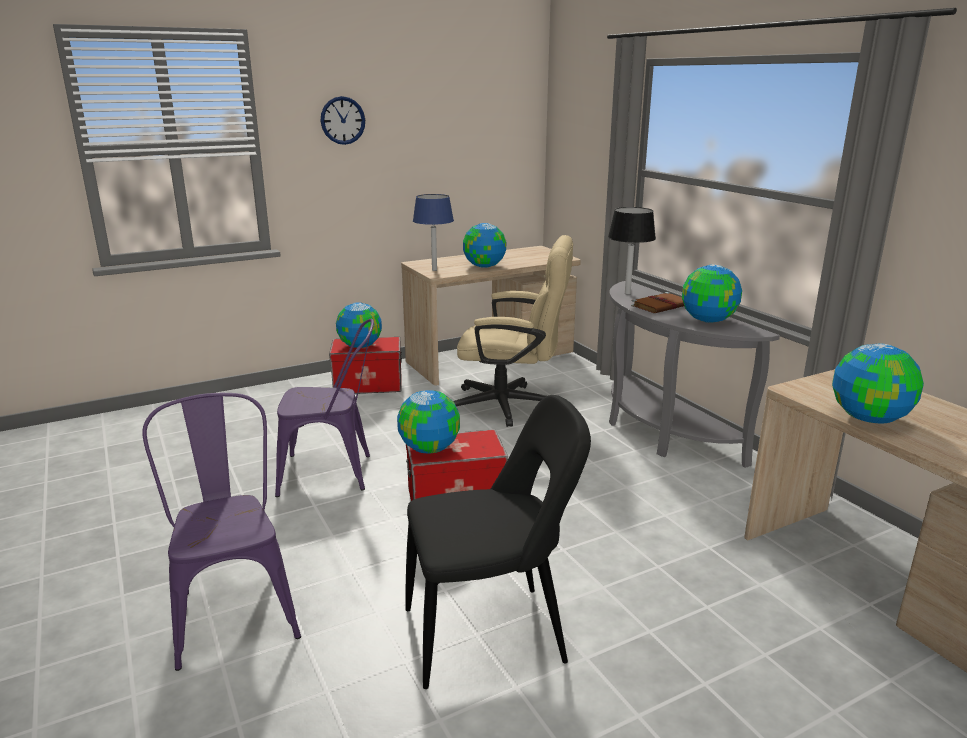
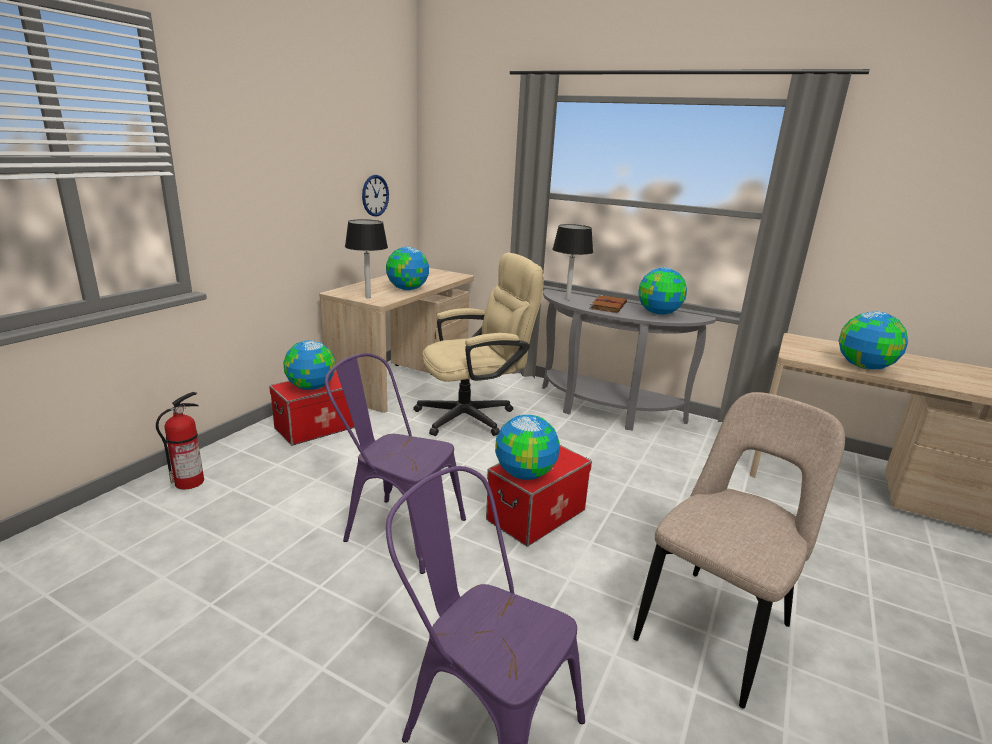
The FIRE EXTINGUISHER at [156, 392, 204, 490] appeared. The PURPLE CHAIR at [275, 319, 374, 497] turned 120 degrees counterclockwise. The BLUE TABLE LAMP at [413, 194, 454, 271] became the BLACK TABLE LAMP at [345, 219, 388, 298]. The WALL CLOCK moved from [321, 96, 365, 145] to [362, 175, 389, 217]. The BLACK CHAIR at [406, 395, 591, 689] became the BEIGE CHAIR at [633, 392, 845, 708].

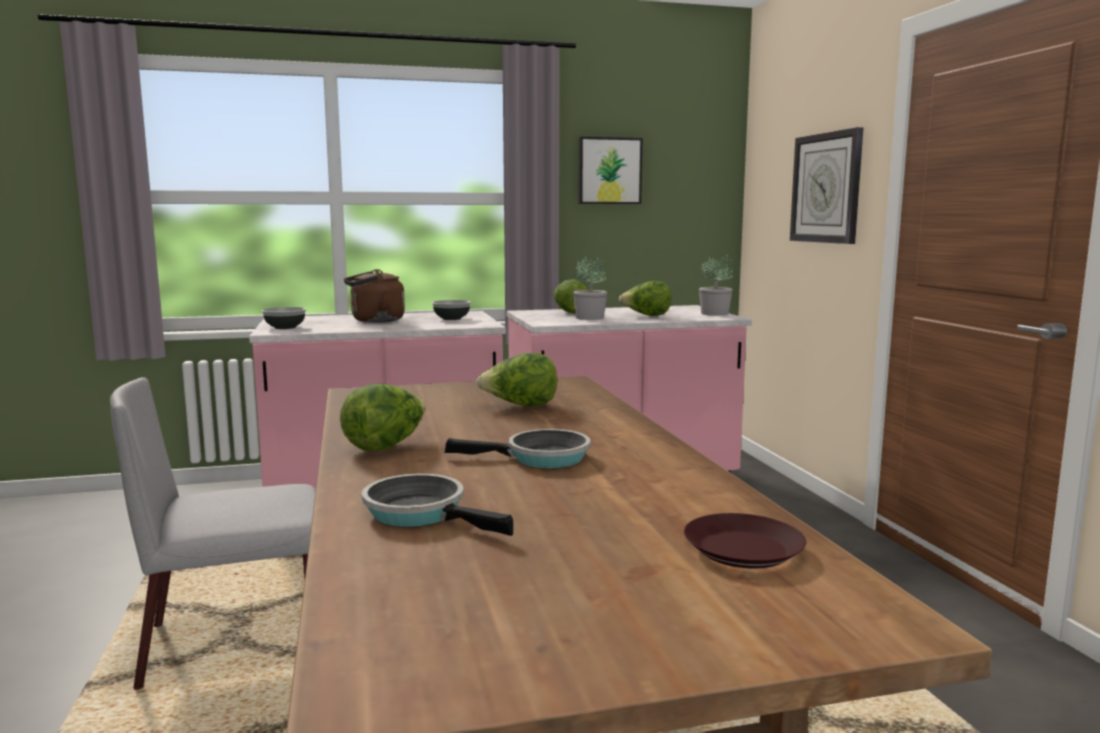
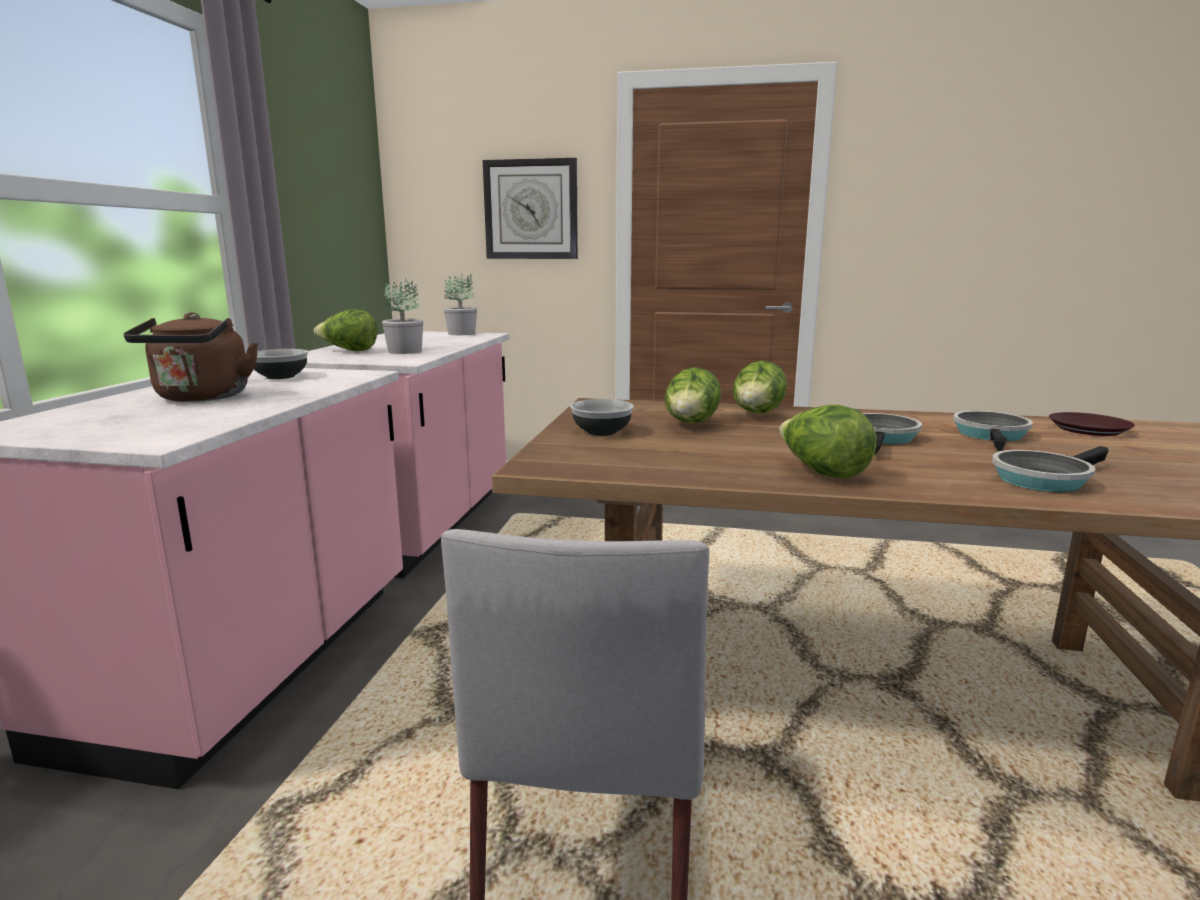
The BOWL moved from [262, 307, 306, 329] to [570, 399, 634, 436]. The LETTUCE moved from [619, 281, 671, 316] to [733, 361, 787, 413]. The FRYING PAN at [953, 411, 1033, 451] appeared. The PICTURE at [578, 137, 643, 204] disappeared.

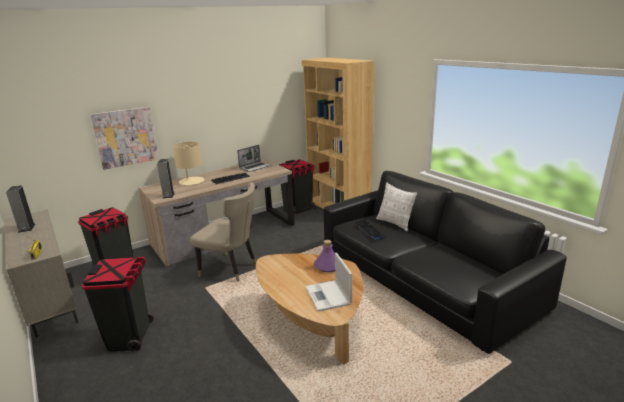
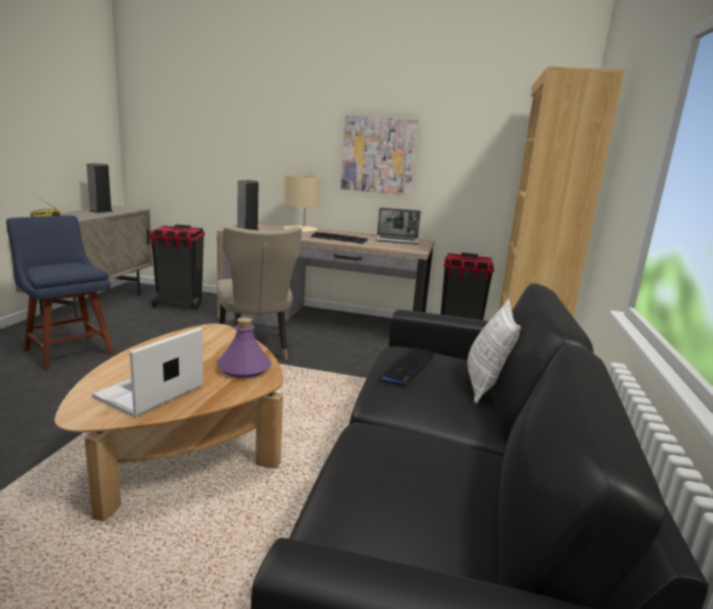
The BLACK TRASH CAN at [82, 257, 154, 352] was replaced by the BLUE CHAIR at [6, 215, 114, 371]. The PICTURE moved from [90, 107, 159, 170] to [341, 115, 418, 195].

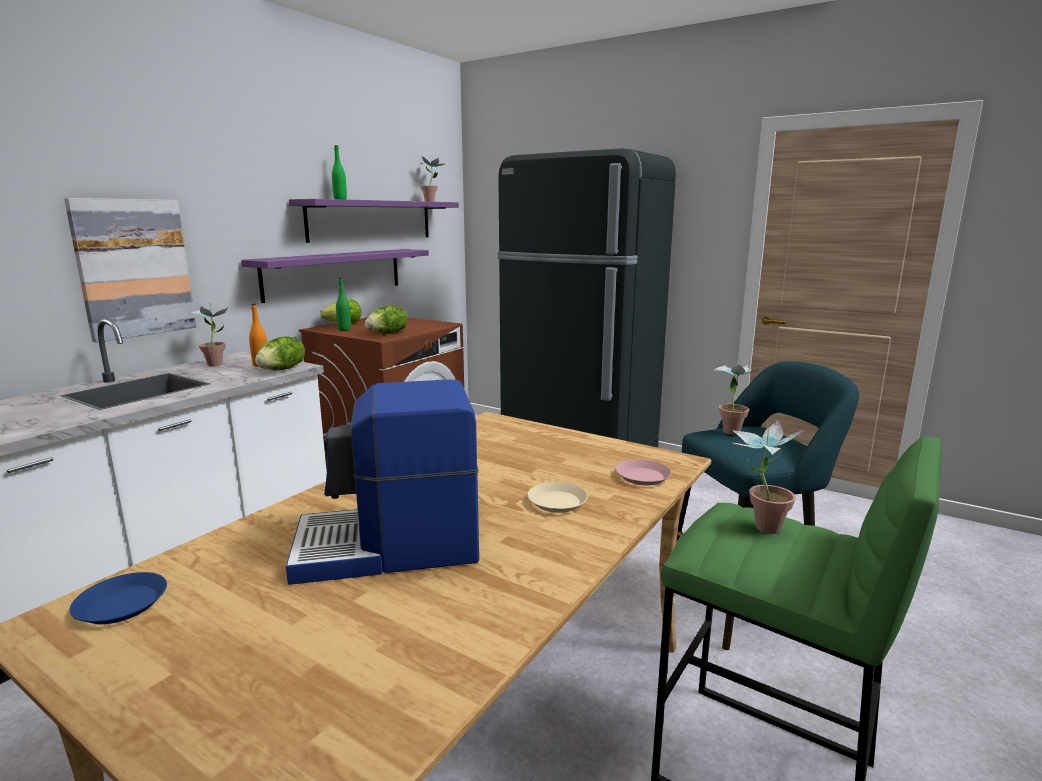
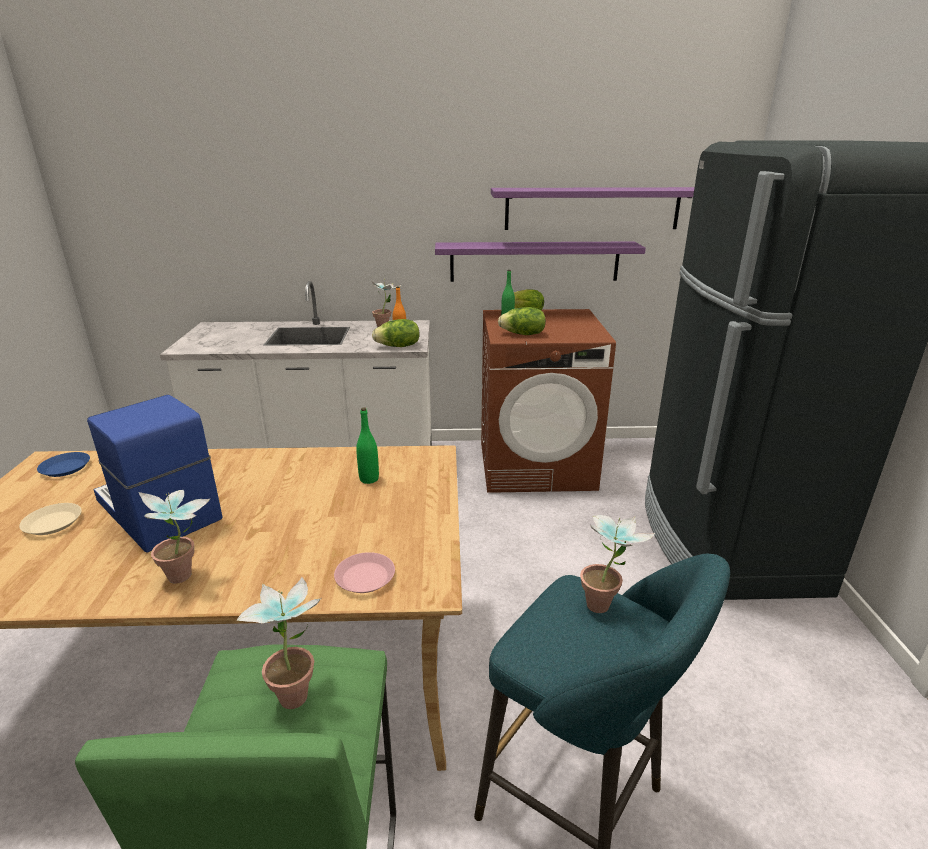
The BEIGE PLATE moved from [527, 482, 588, 513] to [19, 503, 82, 535]. The POTTED PLANT moved from [421, 156, 445, 202] to [139, 489, 211, 584]. The GREEN BOTTLE moved from [332, 145, 347, 199] to [356, 407, 379, 484]. The PICTURE at [64, 198, 196, 343] disappeared.

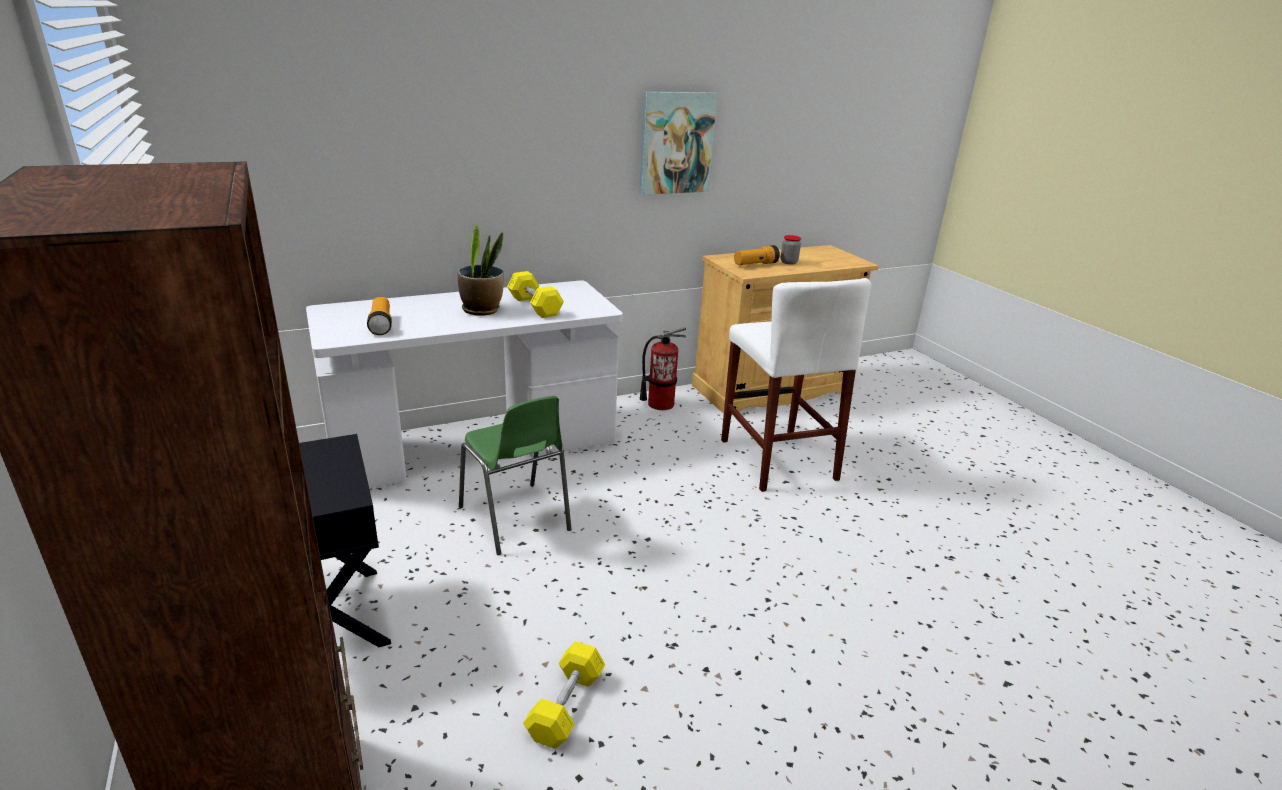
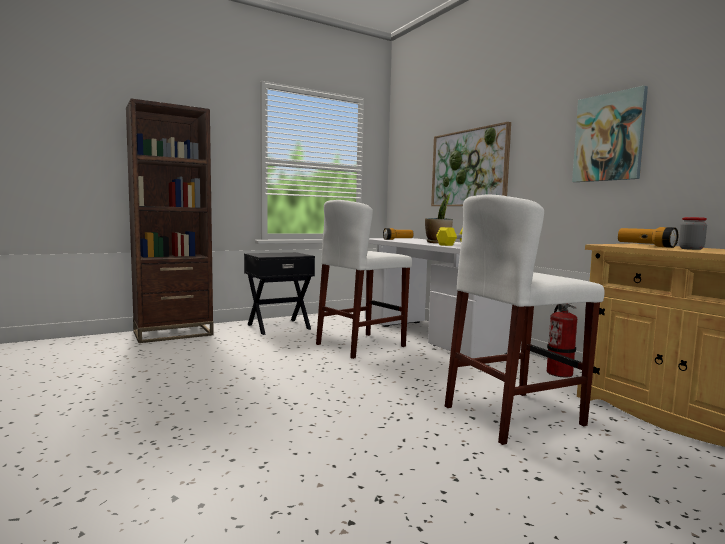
The GREEN CHAIR at [459, 396, 571, 555] was replaced by the WHITE STOOL at [316, 200, 412, 359]. The PICTURE at [431, 122, 511, 206] appeared. The YELLOW DUMBBELL at [523, 641, 605, 749] disappeared.

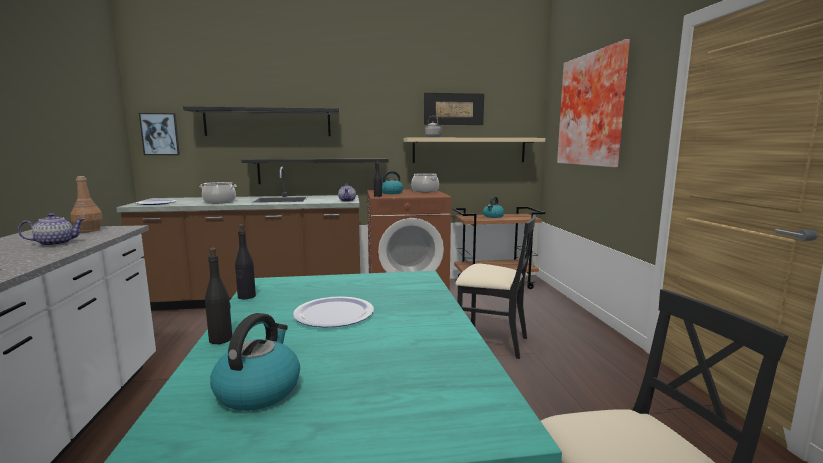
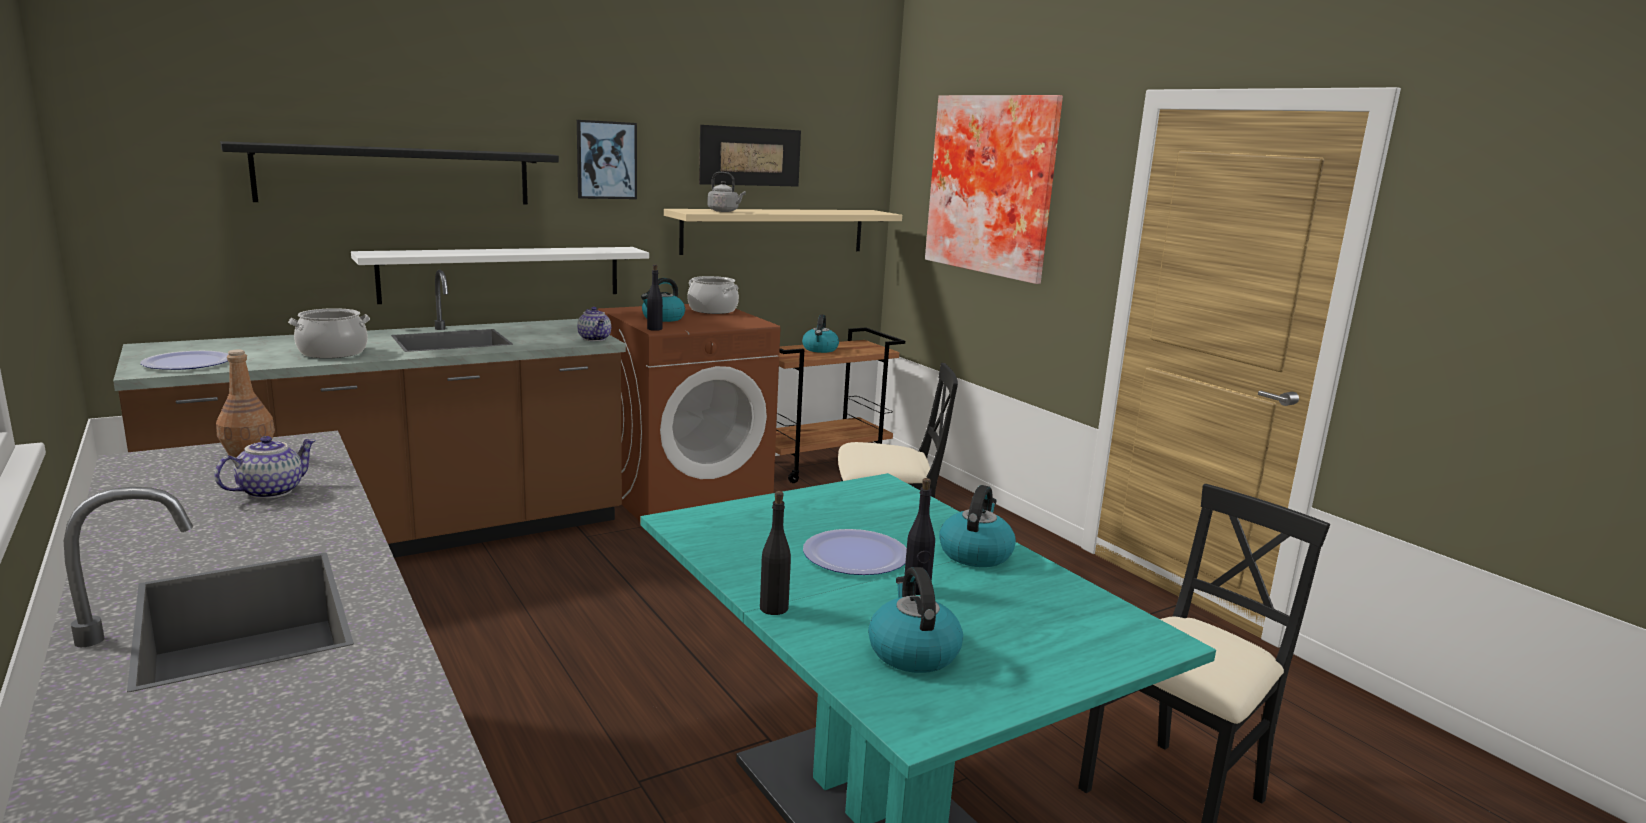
The BLACK SHELF at [241, 158, 389, 184] became the WHITE SHELF at [351, 247, 649, 304]. The PICTURE moved from [139, 113, 180, 155] to [577, 120, 637, 199]. The BLACK BOTTLE moved from [235, 224, 256, 299] to [904, 478, 935, 595]. The KETTLE at [939, 485, 1016, 567] appeared.

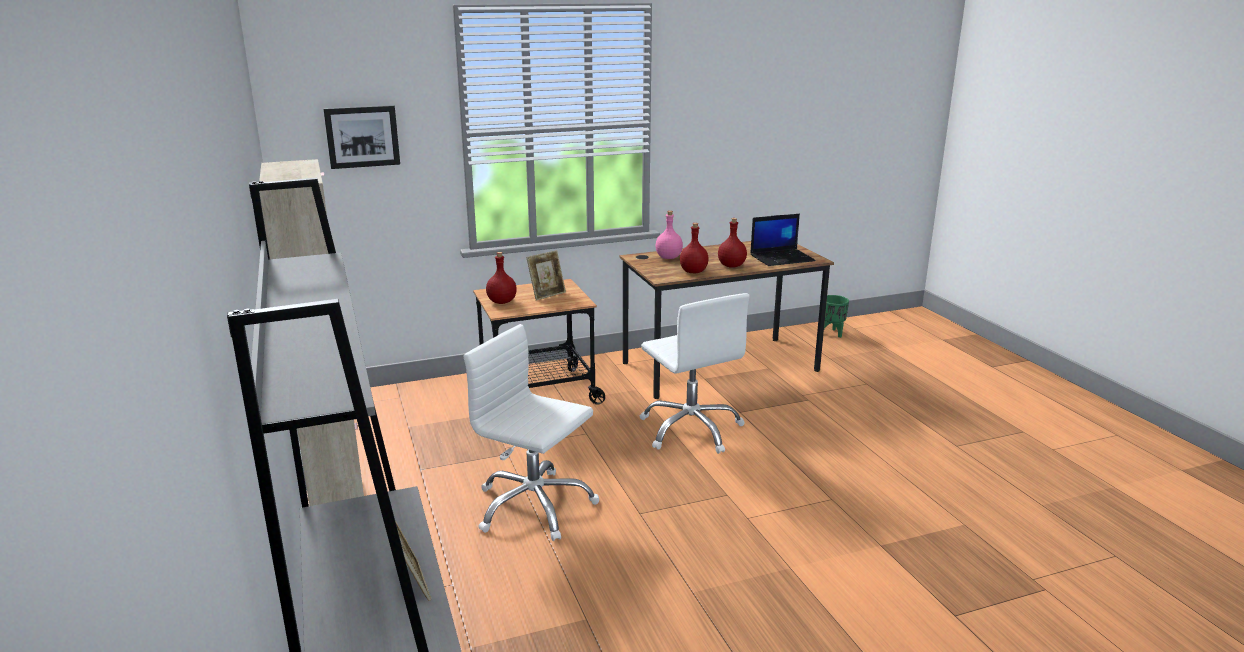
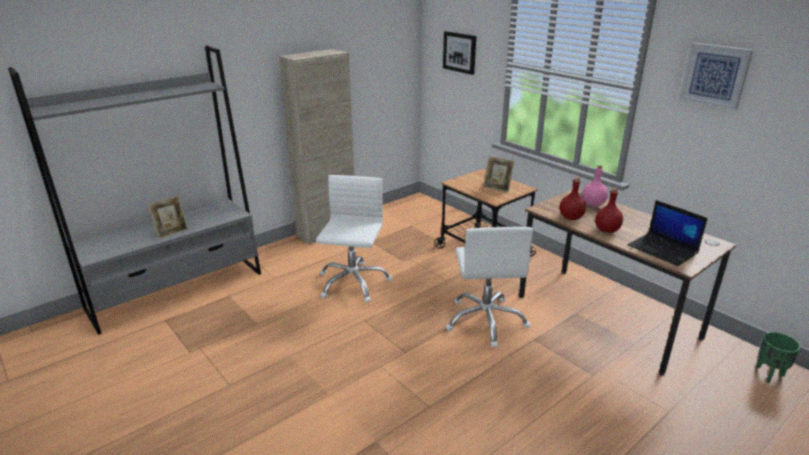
The WHITE OFFICE CHAIR at [640, 293, 750, 454] turned 45 degrees counterclockwise. The PICTURE at [679, 42, 753, 110] appeared. The RED BOTTLE at [486, 252, 517, 304] disappeared.

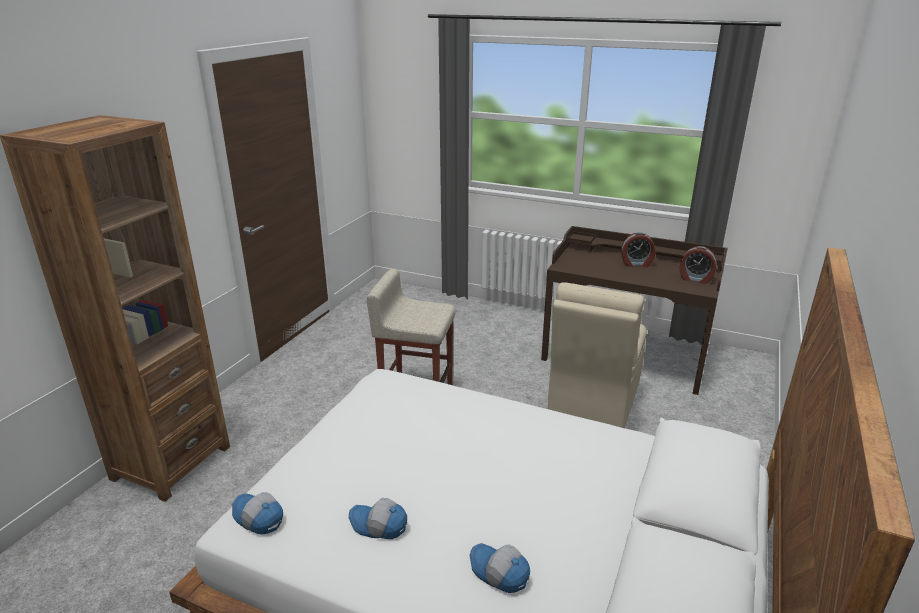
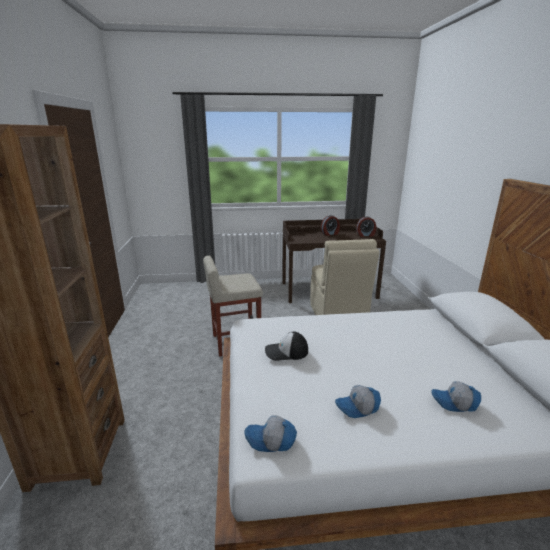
The CAP at [265, 332, 308, 361] appeared.

